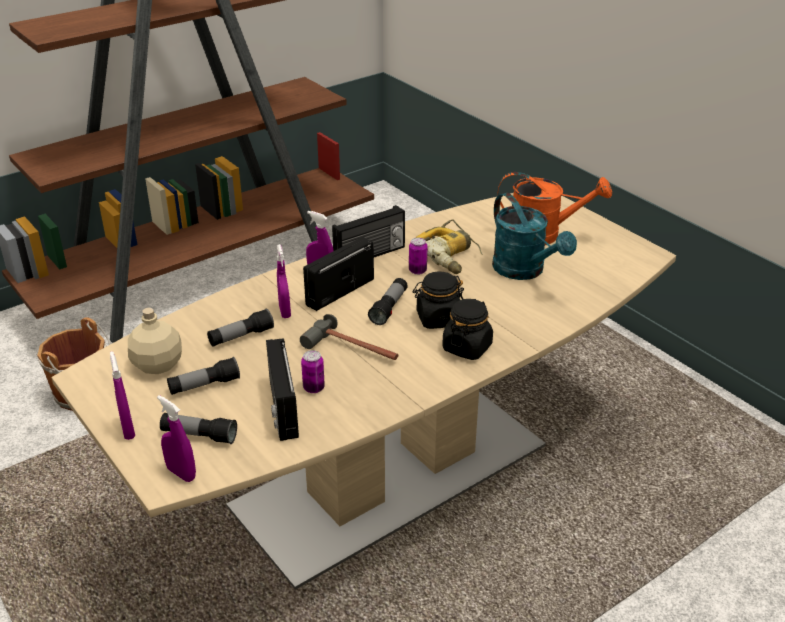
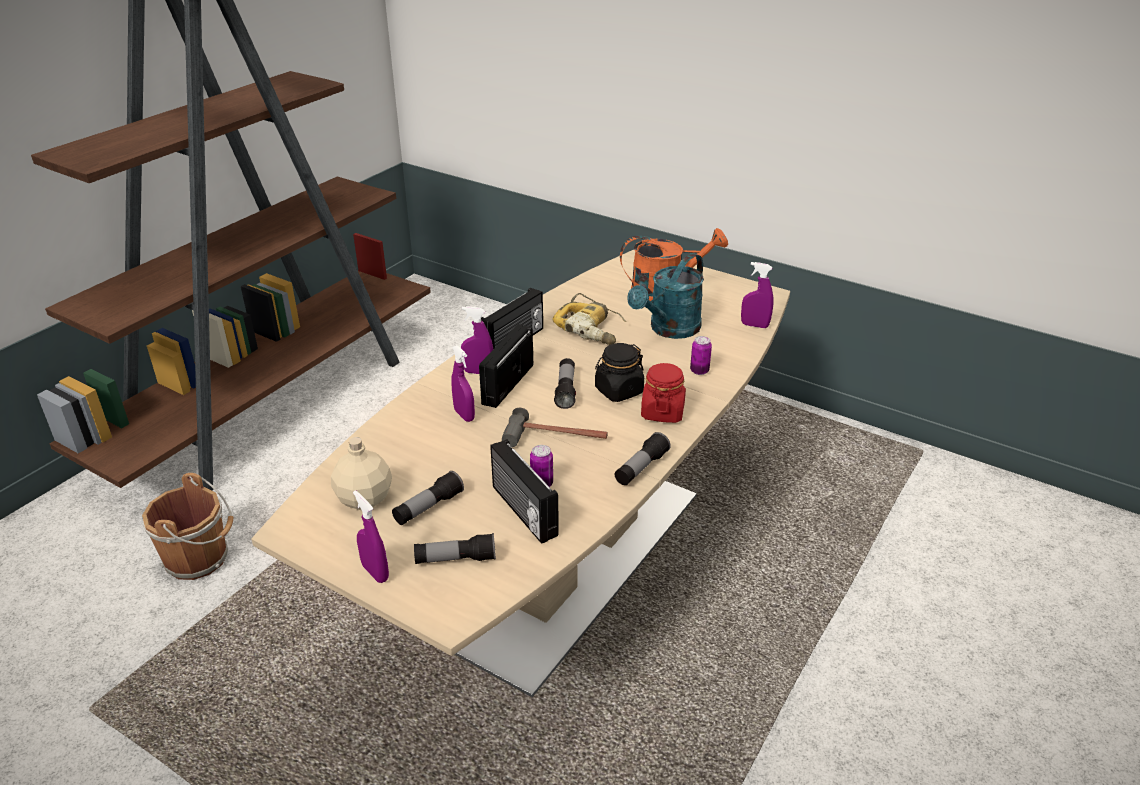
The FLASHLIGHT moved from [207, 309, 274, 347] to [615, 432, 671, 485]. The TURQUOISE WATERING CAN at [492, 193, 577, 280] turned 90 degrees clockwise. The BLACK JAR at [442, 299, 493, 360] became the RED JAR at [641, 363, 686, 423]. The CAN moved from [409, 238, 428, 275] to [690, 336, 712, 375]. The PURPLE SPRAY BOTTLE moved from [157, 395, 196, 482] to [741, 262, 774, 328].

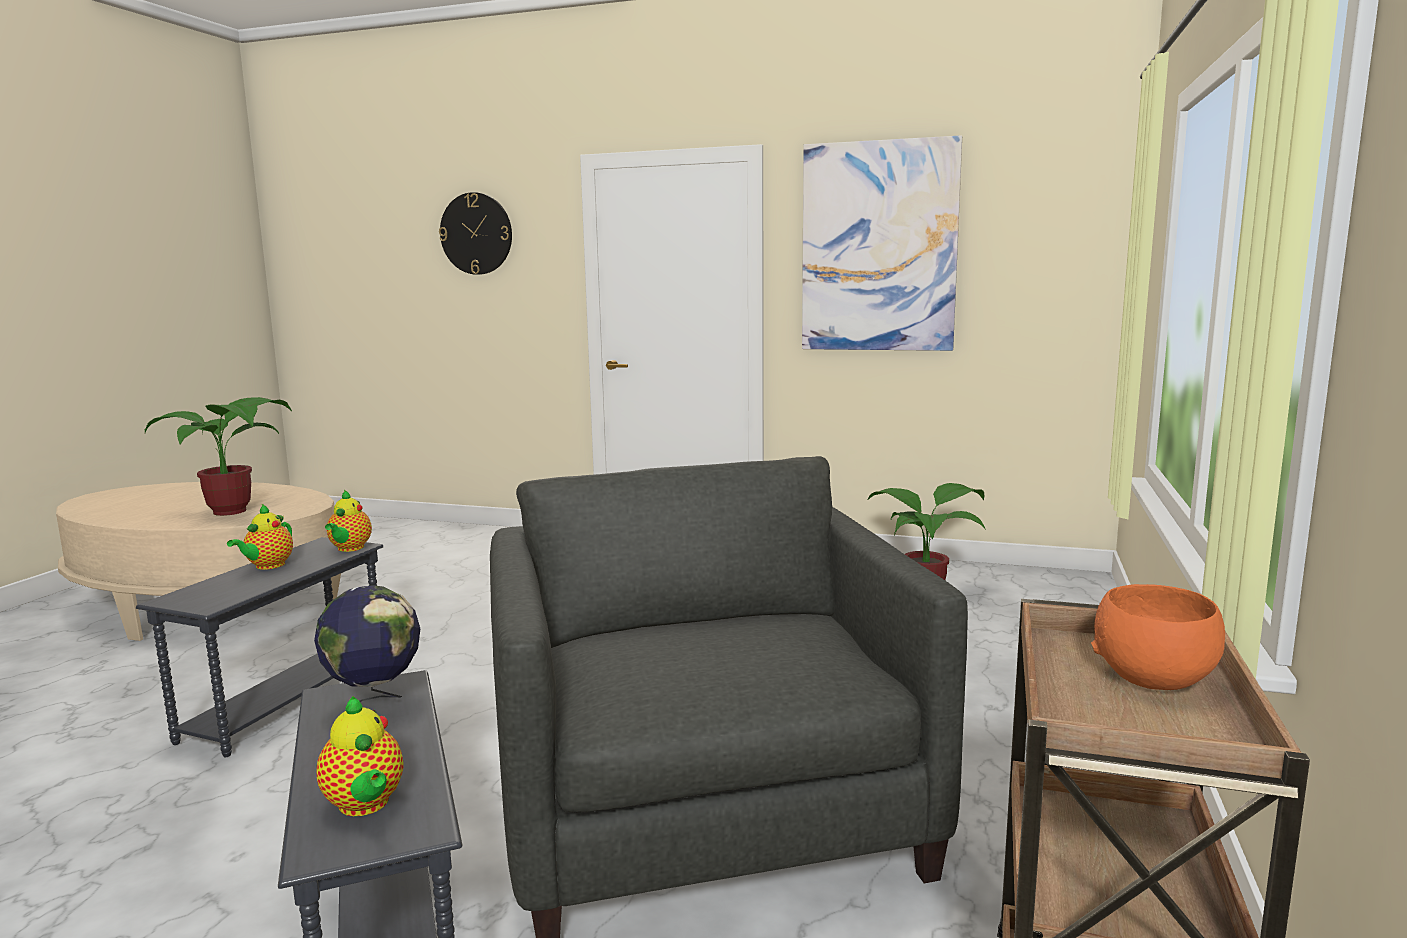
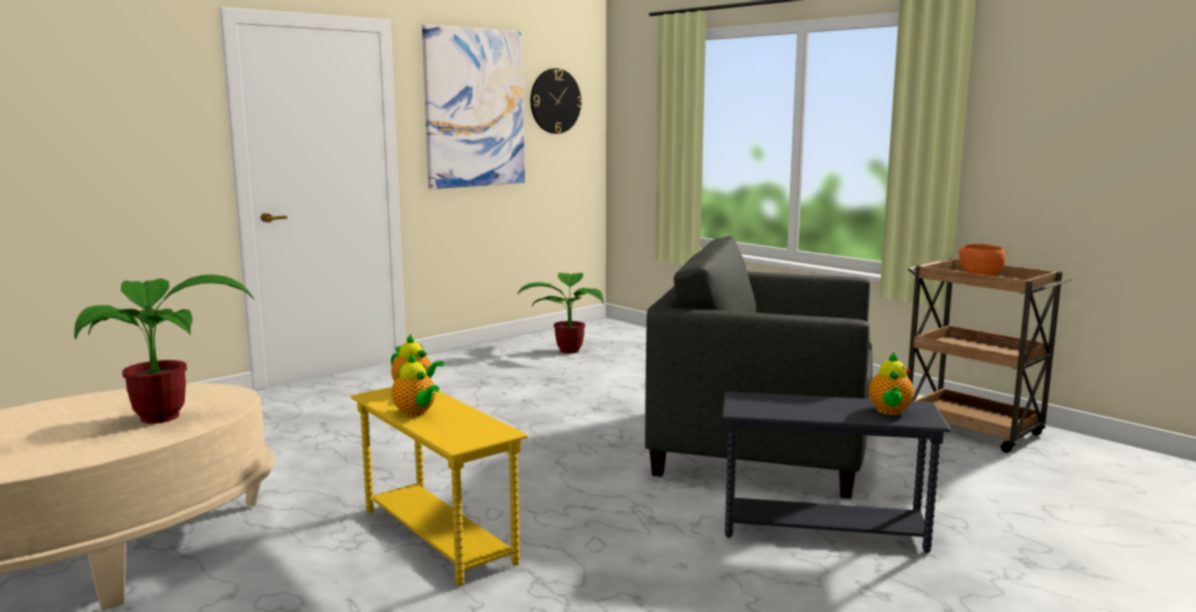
The GREY SIDE TABLE at [136, 537, 383, 757] became the YELLOW SIDE TABLE at [351, 387, 528, 586]. The WALL CLOCK moved from [439, 192, 512, 275] to [530, 68, 582, 134]. The TEAPOT at [316, 696, 403, 816] turned 105 degrees clockwise. The GLOBE at [314, 586, 420, 702] disappeared.

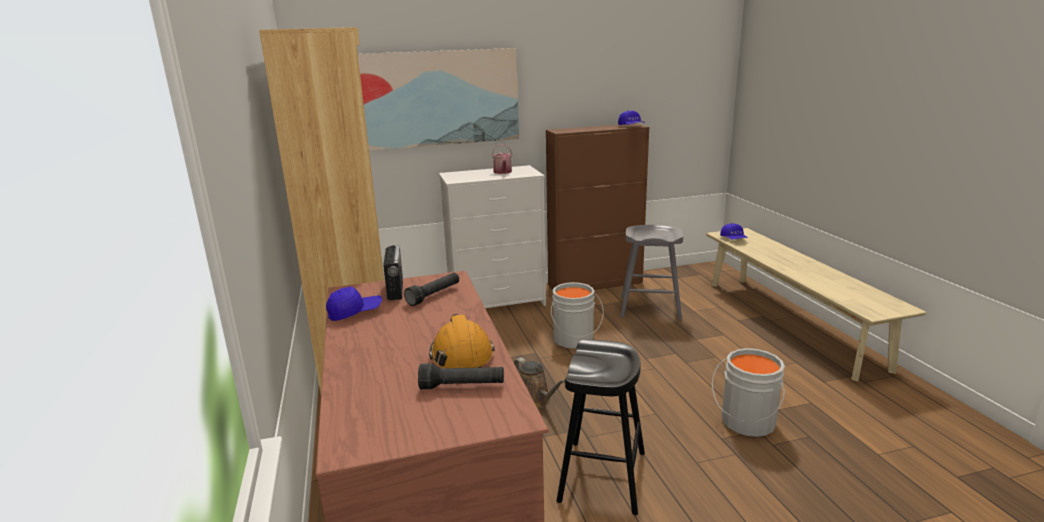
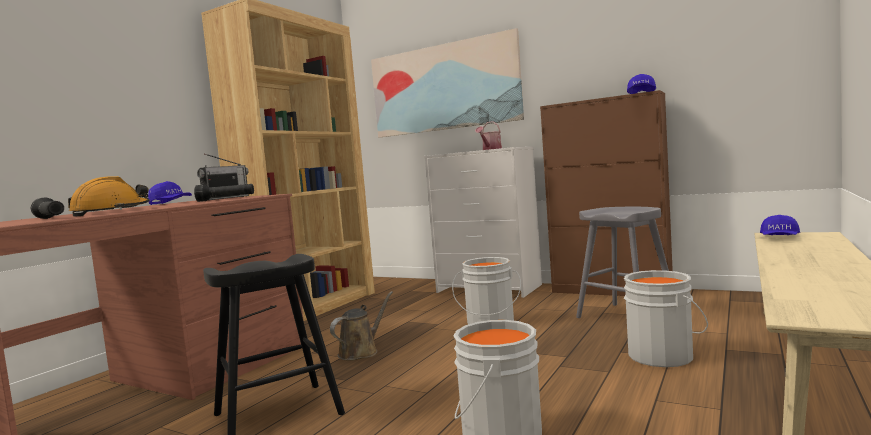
The BROWN WATERING CAN at [514, 357, 565, 409] turned 150 degrees counterclockwise. The GREY BUCKET at [624, 270, 708, 367] appeared.

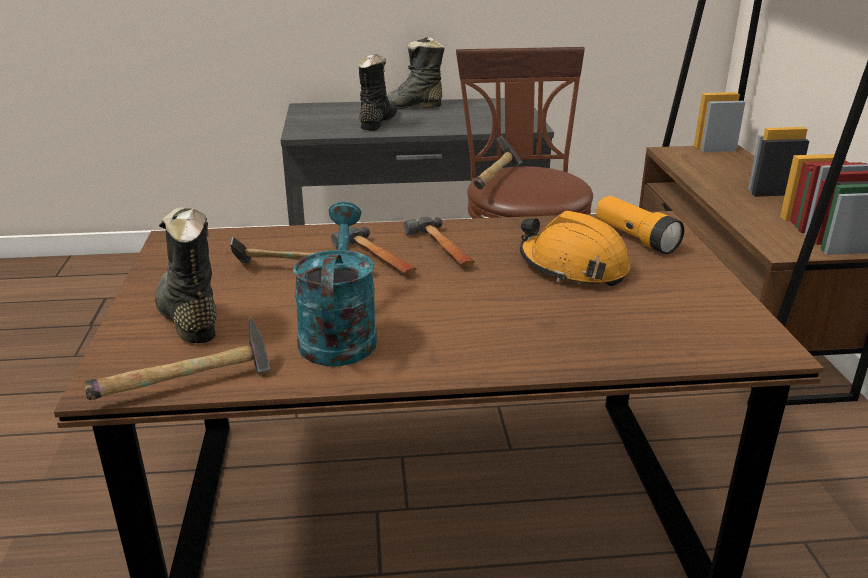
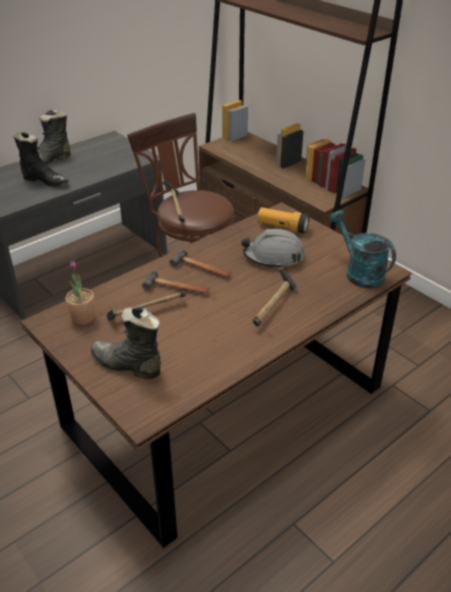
The BLACK BOOT at [359, 54, 397, 131] turned 135 degrees clockwise. The POTTED PLANT at [66, 261, 95, 325] appeared. The ORANGE HARD HAT at [520, 211, 630, 286] became the GREY HARD HAT at [241, 229, 305, 269]. The HAMMER moved from [84, 317, 270, 400] to [253, 268, 297, 326]. The TURQUOISE WATERING CAN moved from [293, 201, 377, 367] to [329, 210, 396, 289].

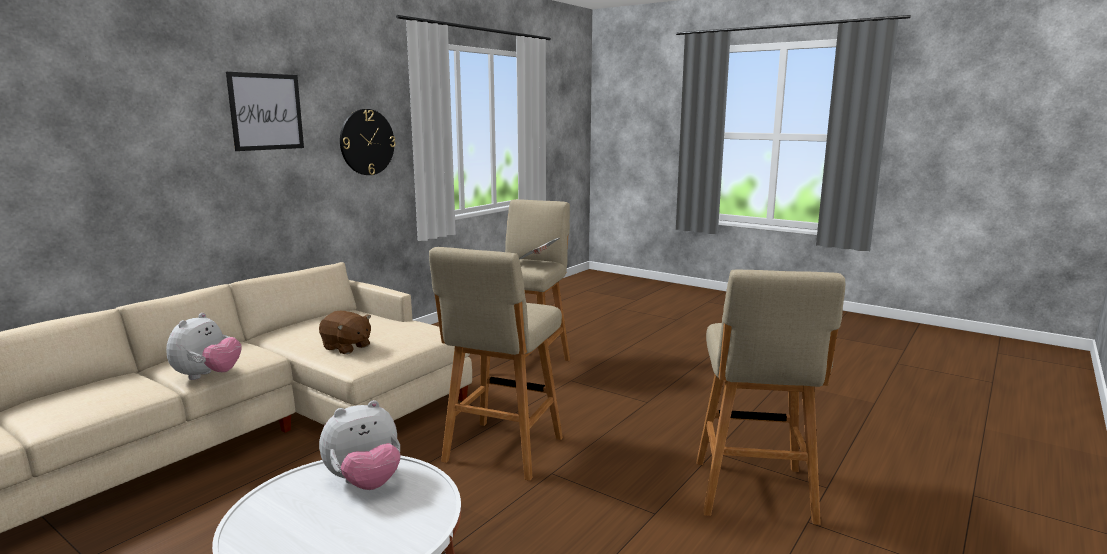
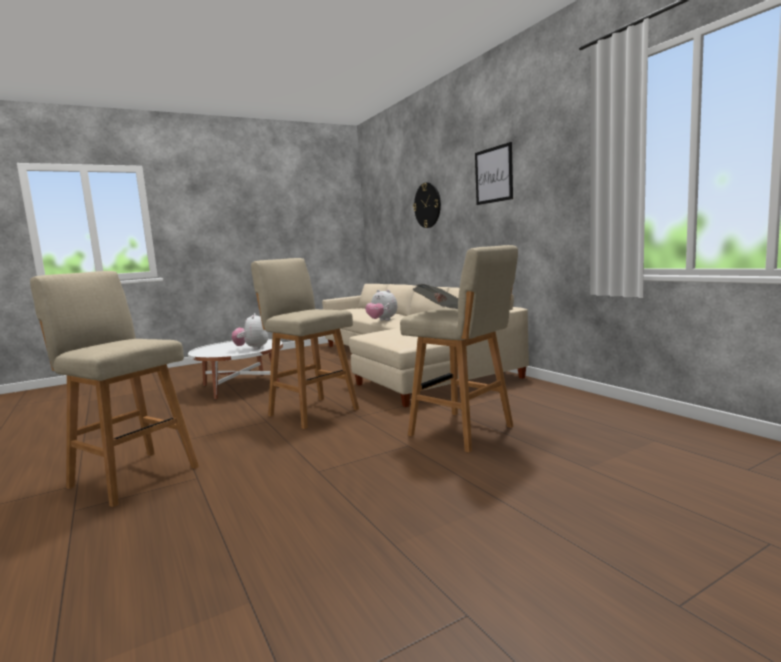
The WALL CLOCK moved from [340, 109, 396, 175] to [413, 182, 441, 228]. The BROWN PLUSH TOY at [319, 311, 371, 354] disappeared.

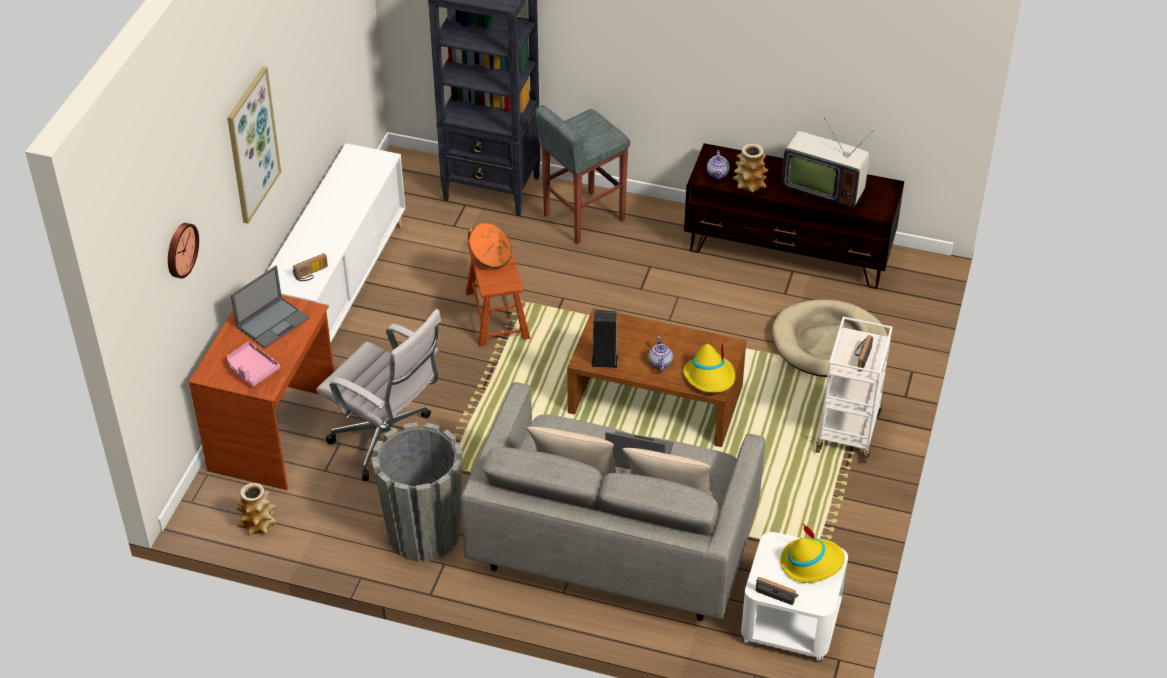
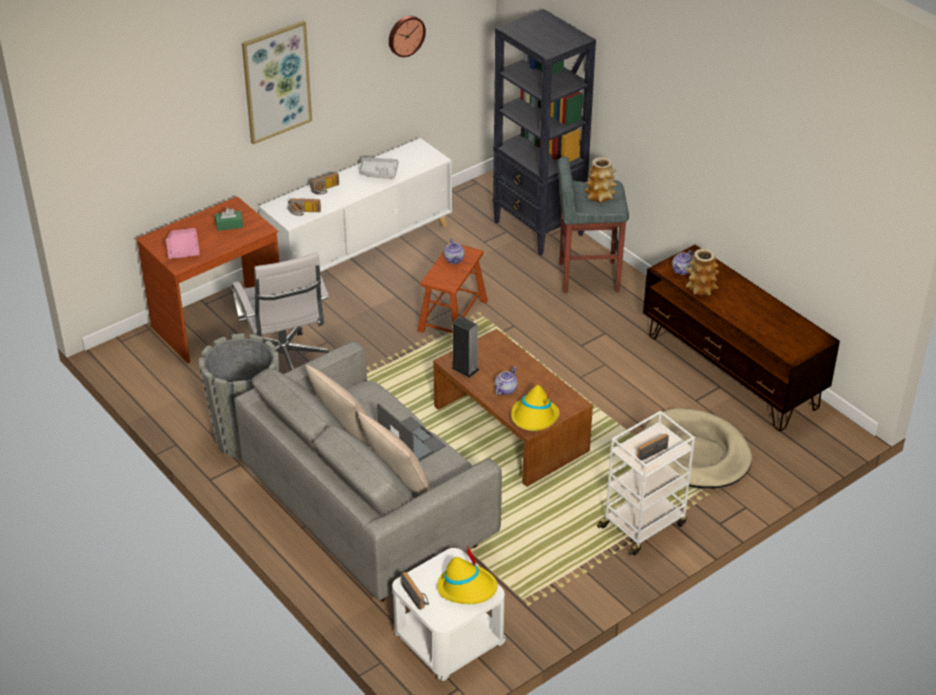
The LAPTOP at [231, 266, 309, 348] was replaced by the GREEN TISSUE BOX at [215, 208, 243, 231]. The RADIO at [310, 172, 339, 195] appeared. The GREY TRAY at [359, 157, 398, 179] appeared. The WALL CLOCK moved from [168, 223, 199, 279] to [389, 16, 426, 57]. The ORANGE HAT at [468, 223, 512, 268] was replaced by the TEAPOT at [444, 238, 465, 264]. The VASE moved from [237, 483, 277, 535] to [584, 157, 617, 203]. The TELEVISION at [781, 118, 873, 209] disappeared.

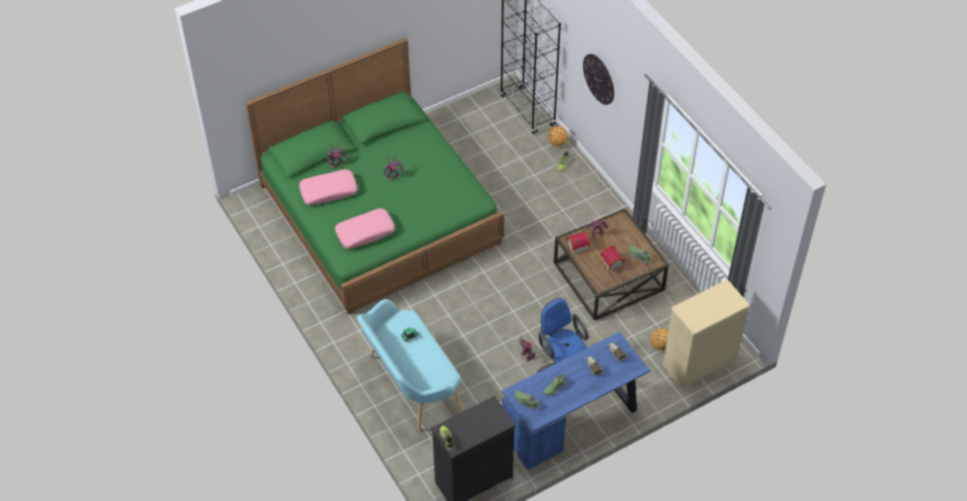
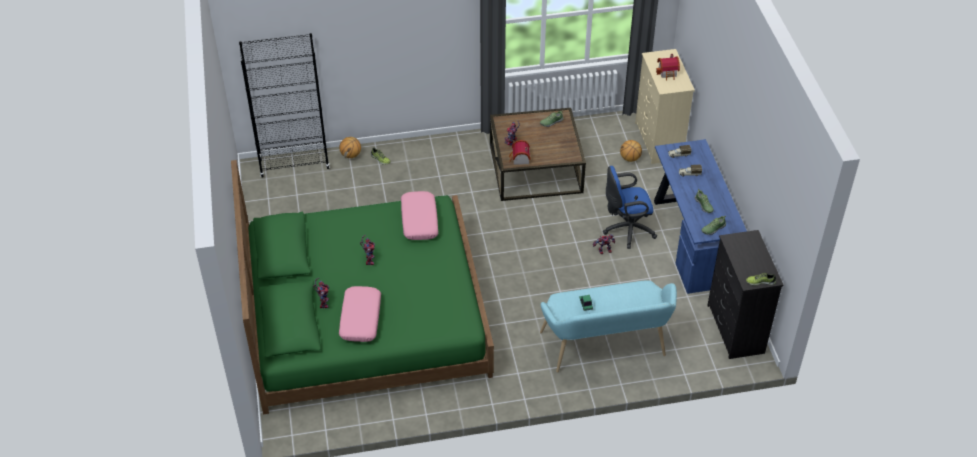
The PINK PILLOW moved from [335, 208, 395, 249] to [401, 191, 438, 240]. The TOY HOUSE moved from [600, 246, 624, 271] to [656, 54, 680, 81]. The WALL CLOCK at [583, 54, 614, 105] disappeared.

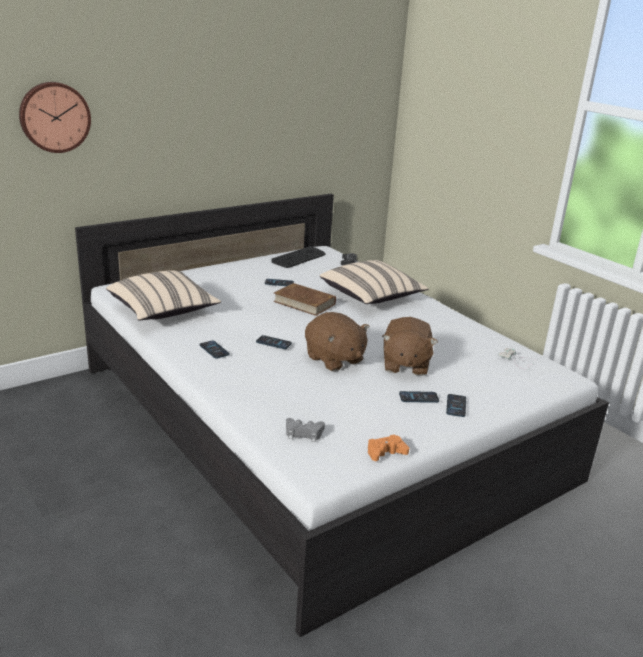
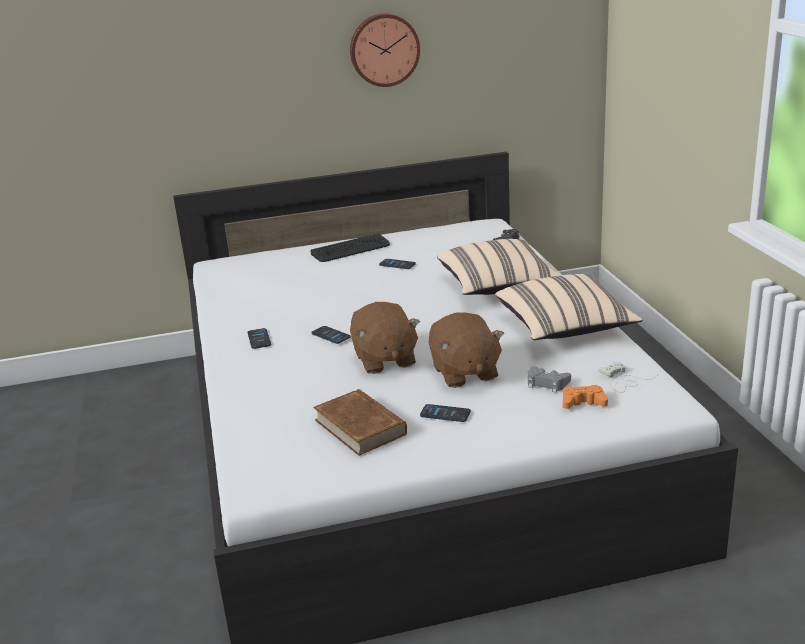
The KEYBOARD moved from [271, 246, 325, 268] to [310, 234, 390, 262]. The BROWN BOOK moved from [273, 283, 336, 316] to [313, 389, 407, 456]. The WALL CLOCK moved from [19, 82, 91, 153] to [350, 13, 420, 87]. The BROWN PLUSH TOY at [382, 317, 438, 376] turned 45 degrees counterclockwise. The BEIGE PILLOW moved from [106, 270, 221, 320] to [495, 274, 643, 340]. The GREY GAME CONTROLLER moved from [286, 418, 325, 442] to [528, 366, 571, 393]. The ORANGE GAME CONTROLLER moved from [368, 435, 409, 461] to [563, 385, 608, 409]. The PHONE at [446, 394, 466, 417] disappeared.

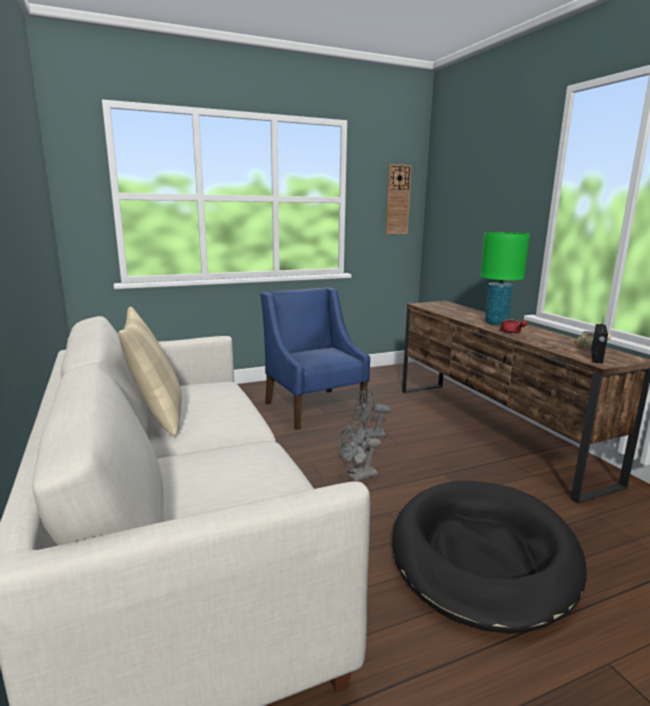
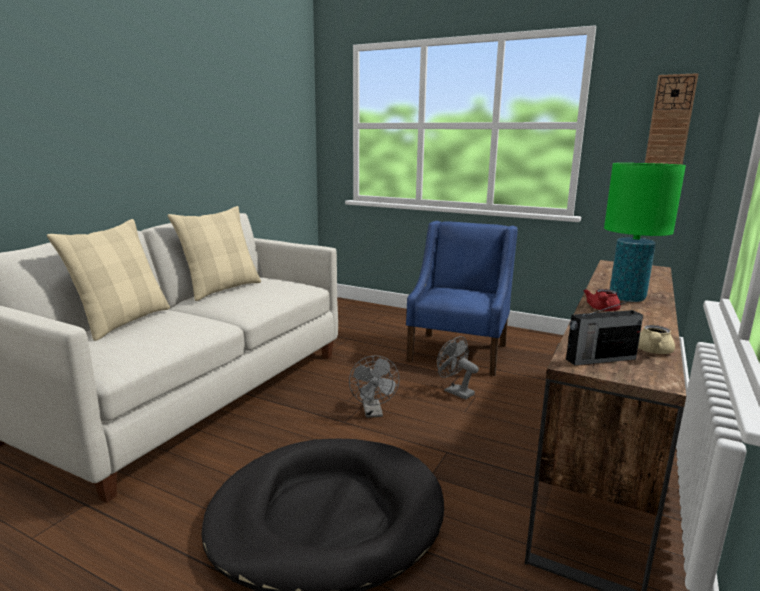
The BEIGE PILLOW at [47, 219, 170, 341] appeared. The GREY FAN at [339, 420, 381, 482] turned 120 degrees counterclockwise.

